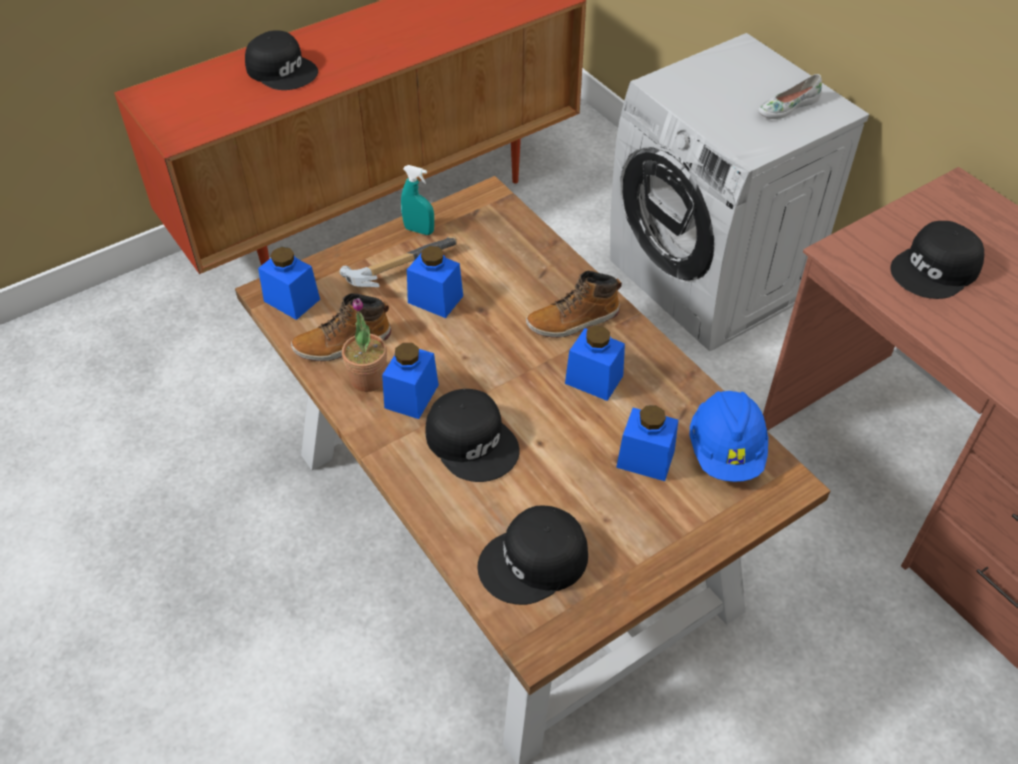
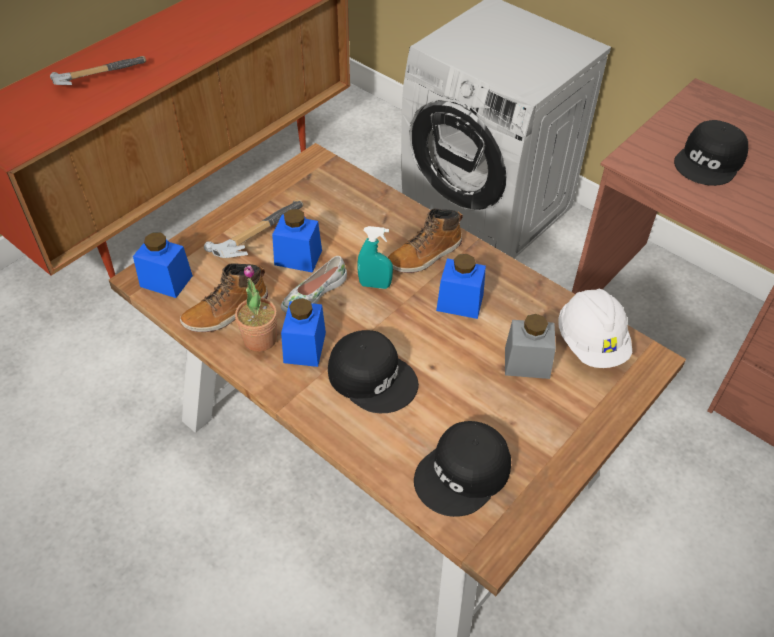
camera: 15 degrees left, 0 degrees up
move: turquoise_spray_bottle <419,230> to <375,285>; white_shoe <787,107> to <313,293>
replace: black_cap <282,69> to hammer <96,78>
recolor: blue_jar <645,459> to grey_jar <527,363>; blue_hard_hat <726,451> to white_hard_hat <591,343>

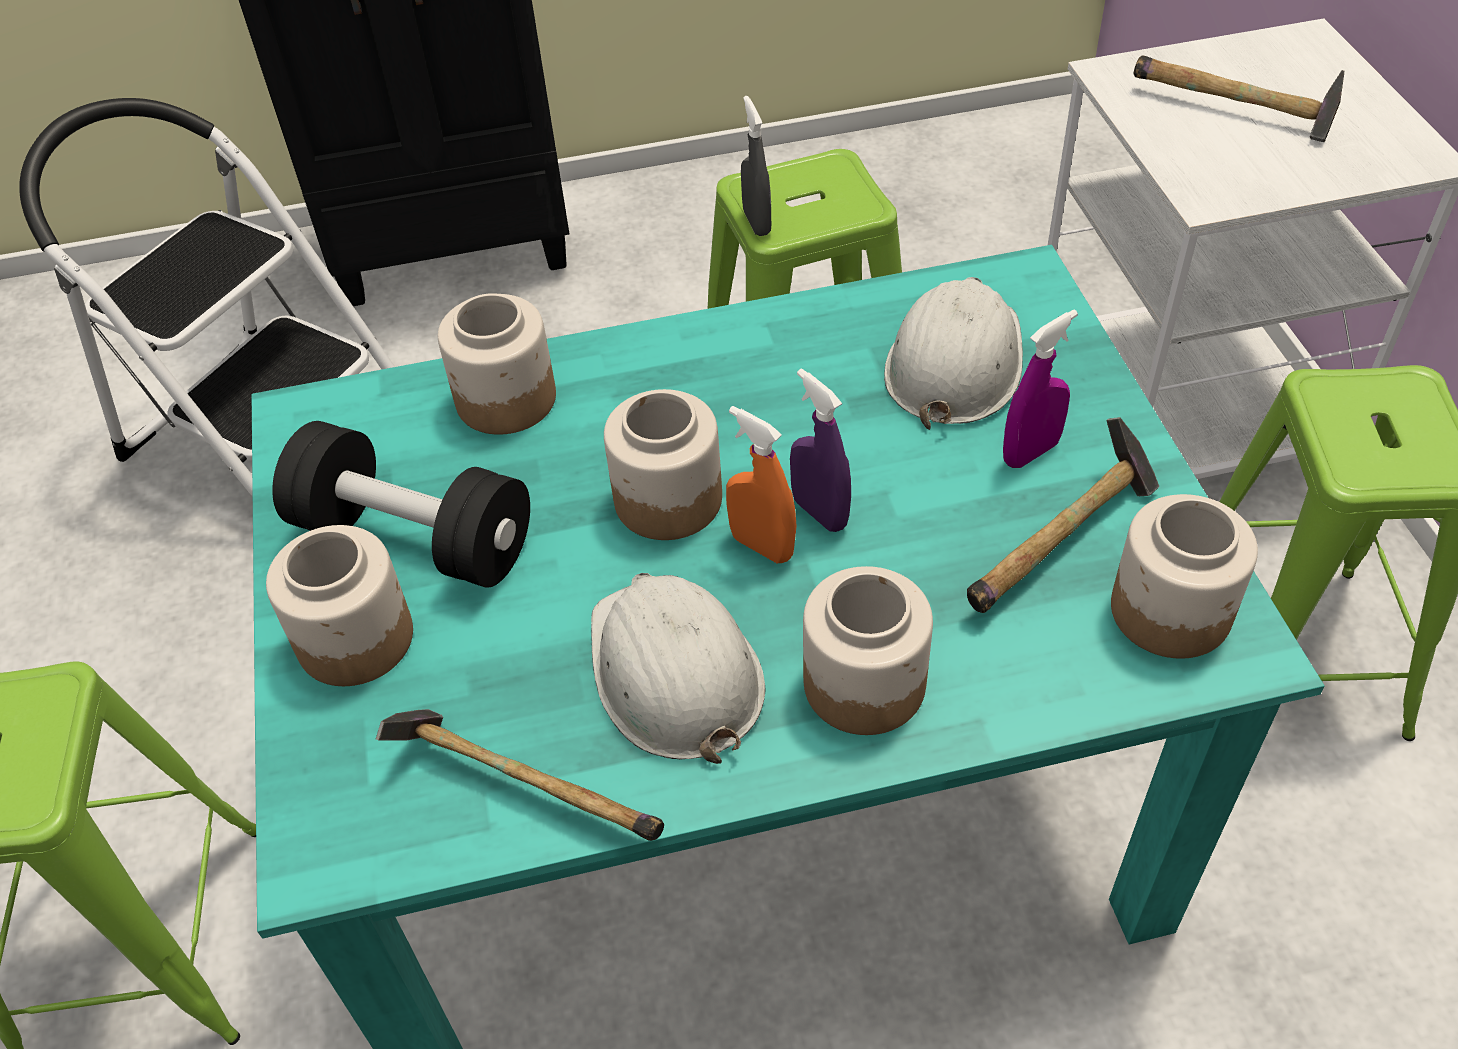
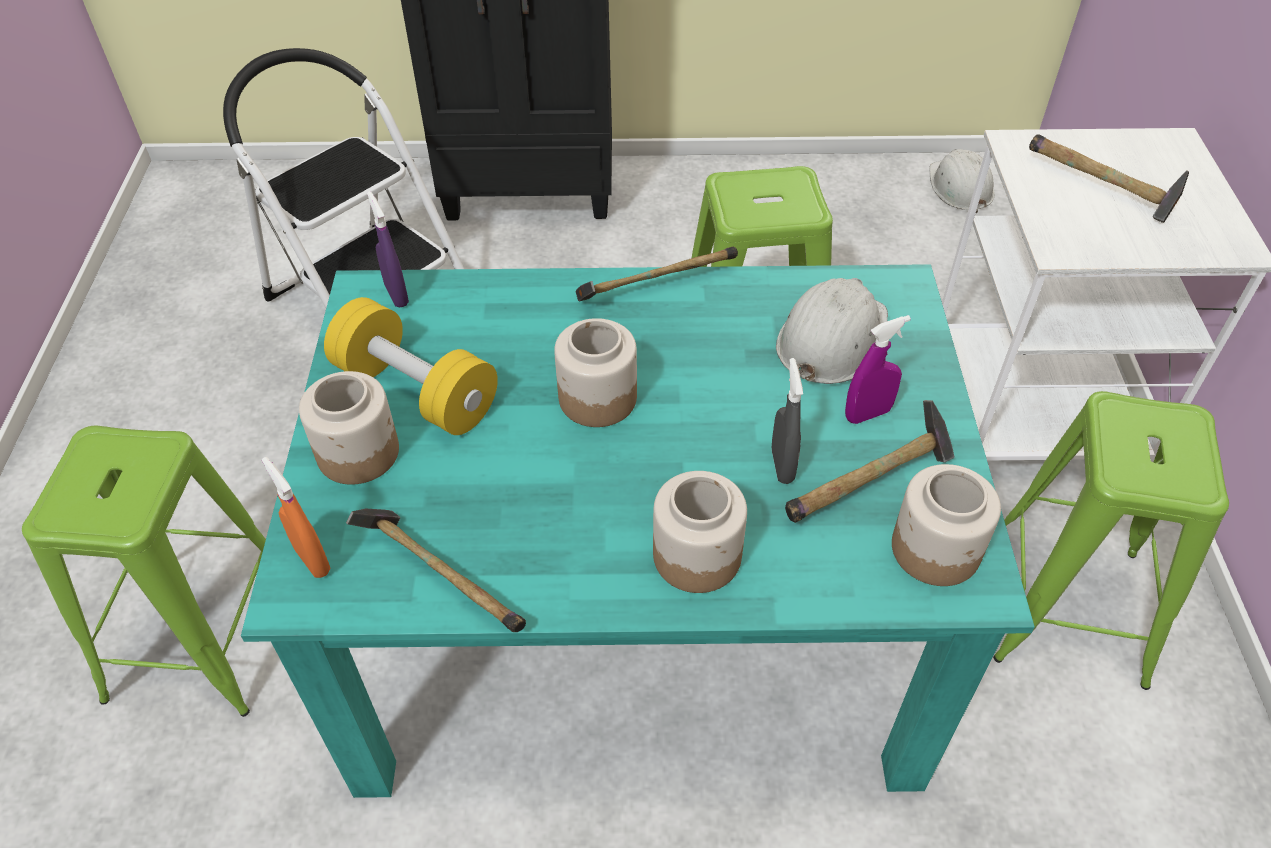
camera: 10 degrees right, 0 degrees up
delete: jar <506,400>
insert: hammer <653,288>
move: white_hard_hat <673,672> to <959,187>; orange_spray_bottle <762,546> to <312,560>; grey_spray_bottle <757,223> to <782,466>; purple_spray_bottle <819,513> to <396,295>
recolor: black_dumbbell <414,538> to yellow_dumbbell <416,391>

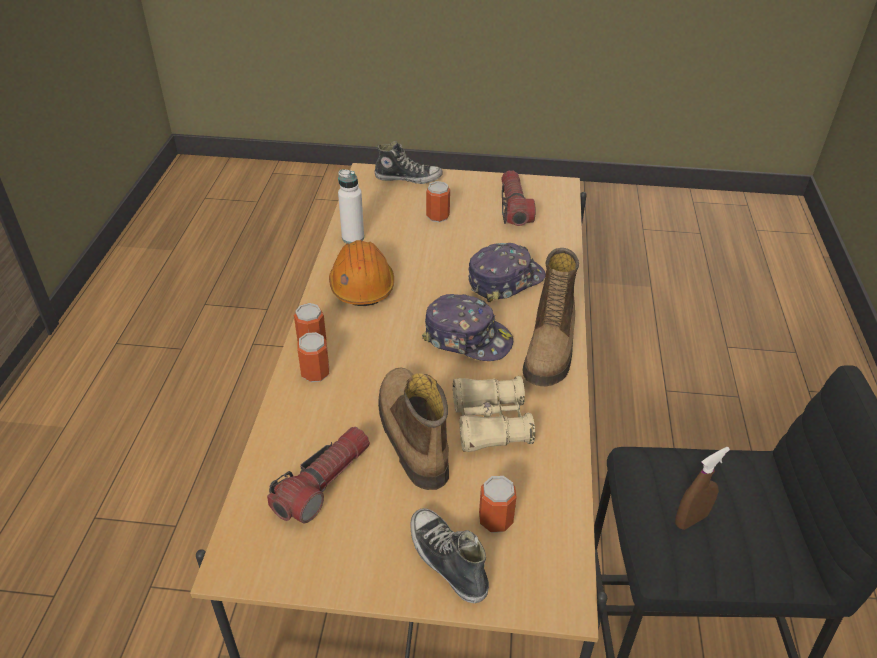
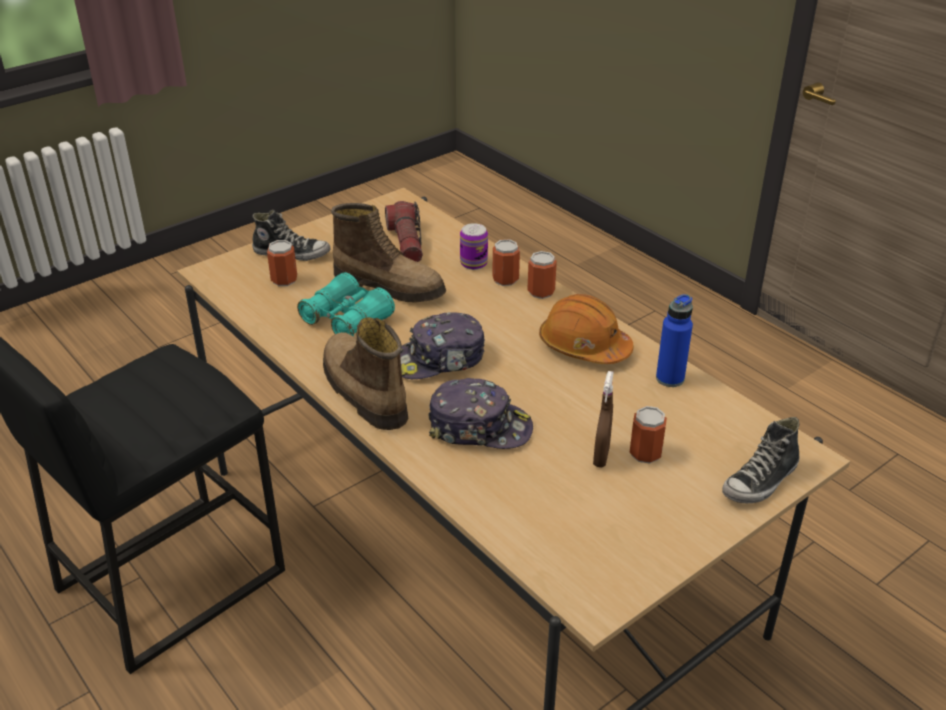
camera: 135 degrees right, 5 degrees down
delete: flashlight <514,207>
insert: can <473,263>
move: brown_spray_bottle <691,519> to <601,456>
recolor: white_bottle <353,238> to blue_bottle <670,378>; beige_binoculars <490,423> to turquoise_binoculars <347,319>
rotate: cap <505,280> = <479,427> 90 degrees counterclockwise

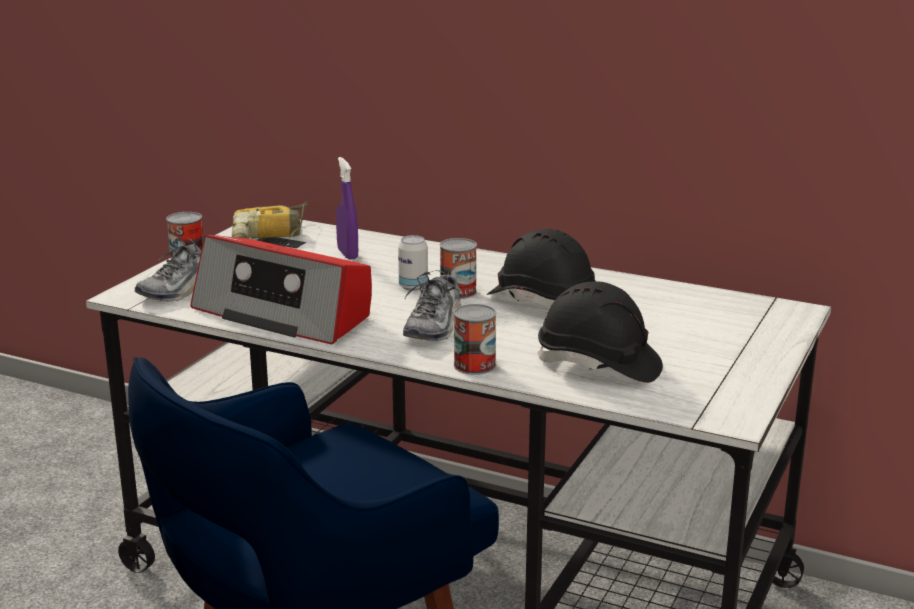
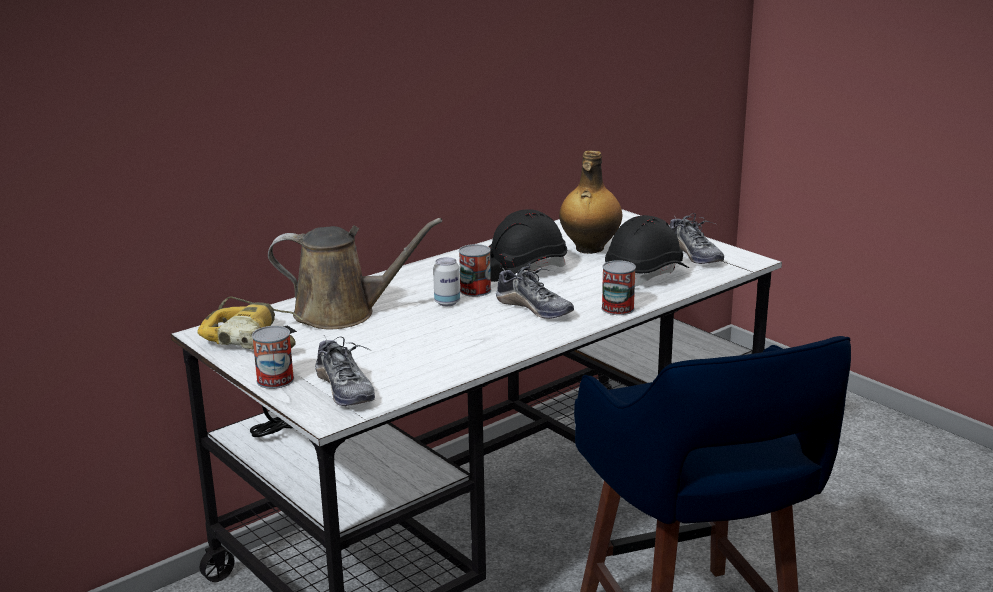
camera: 65 degrees left, 0 degrees up
delete: radio <284,313>
insert: bottle <589,249>; shoe <694,255>
replace: purple_spray_bottle <347,254> to brown_watering_can <343,313>

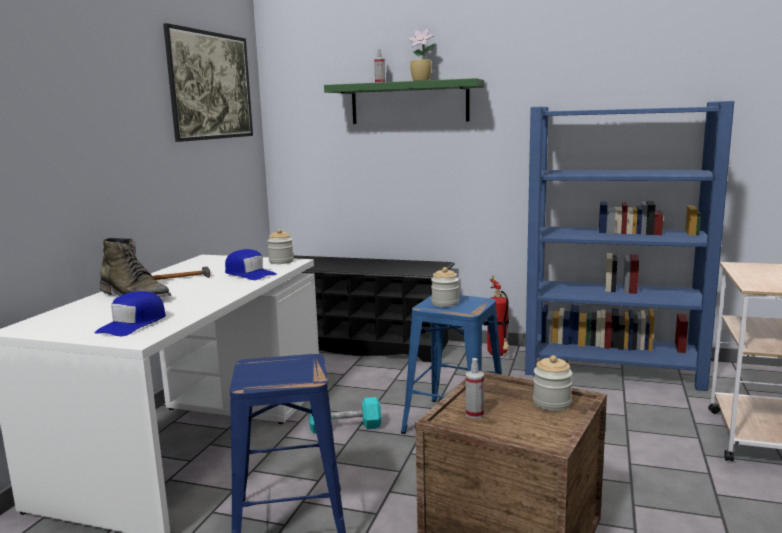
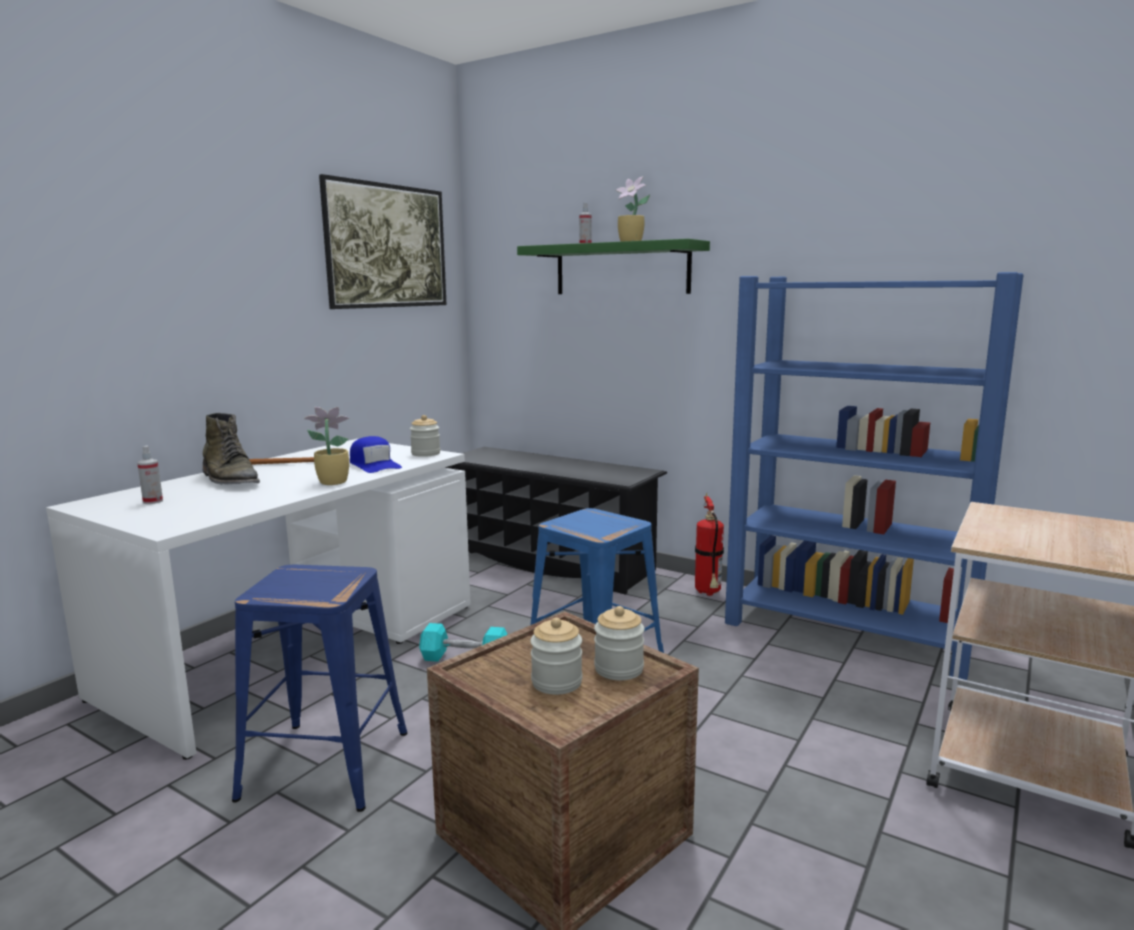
camera: 15 degrees right, 0 degrees up
delete: blue_cap <133,324>
insert: potted_plant <331,482>
move: jar <445,303> to <556,682>; spray_bottle <474,414> to <153,501>

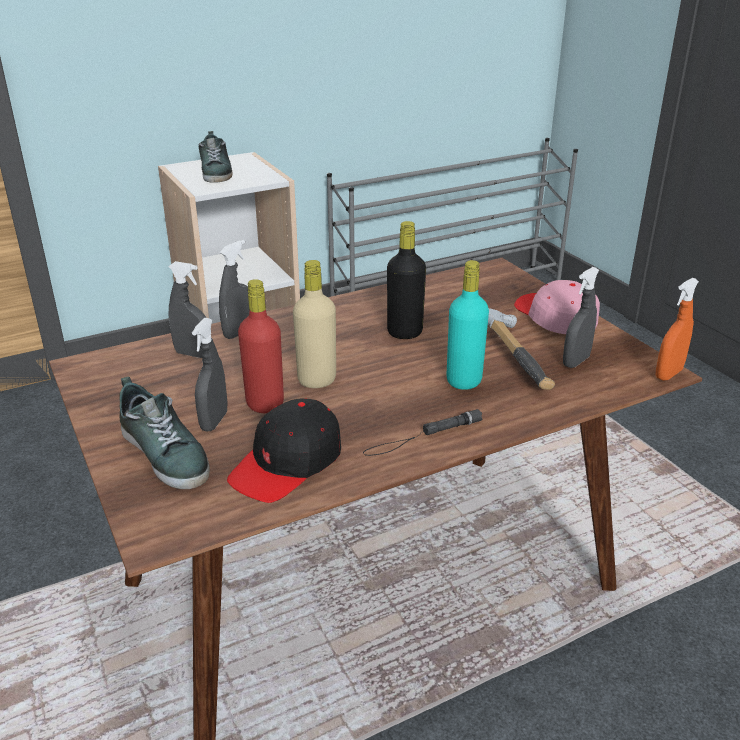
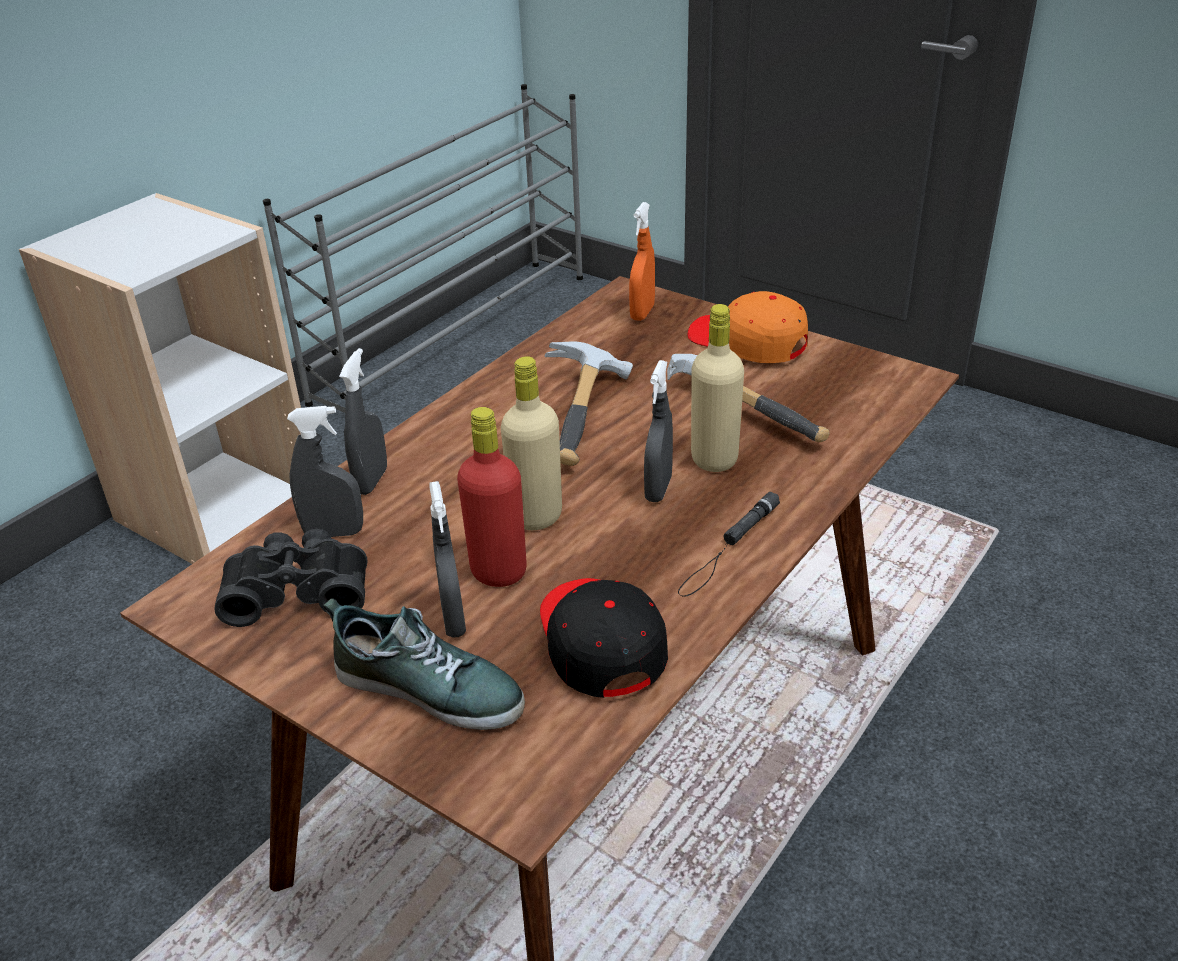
camera: 25 degrees left, 5 degrees up
delete: shoe <216,172>
insert: black_binoculars <298,590>
move: grey_spray_bottle <576,361> to <658,489>; orange_spray_bottle <668,374> to <642,313>
replace: black_bottle <404,332> to hammer <589,415>
recolor: turquoise_bottle <464,381> to beige_bottle <714,459>; pink_cap <555,317> to orange_cap <748,342>
rotate: black_cap <287,463> = <599,642> 150 degrees clockwise

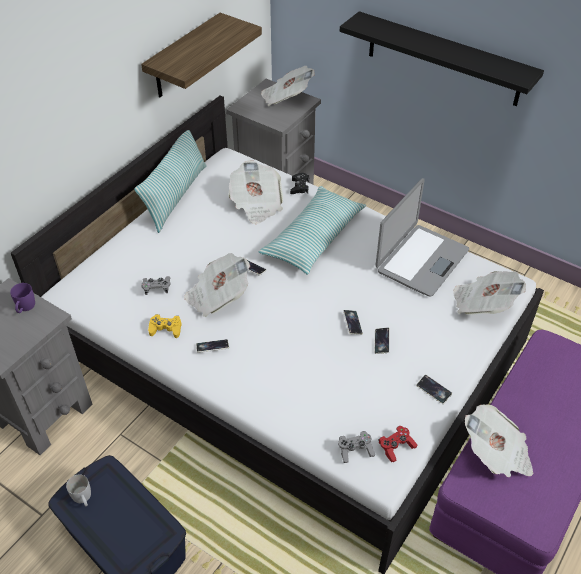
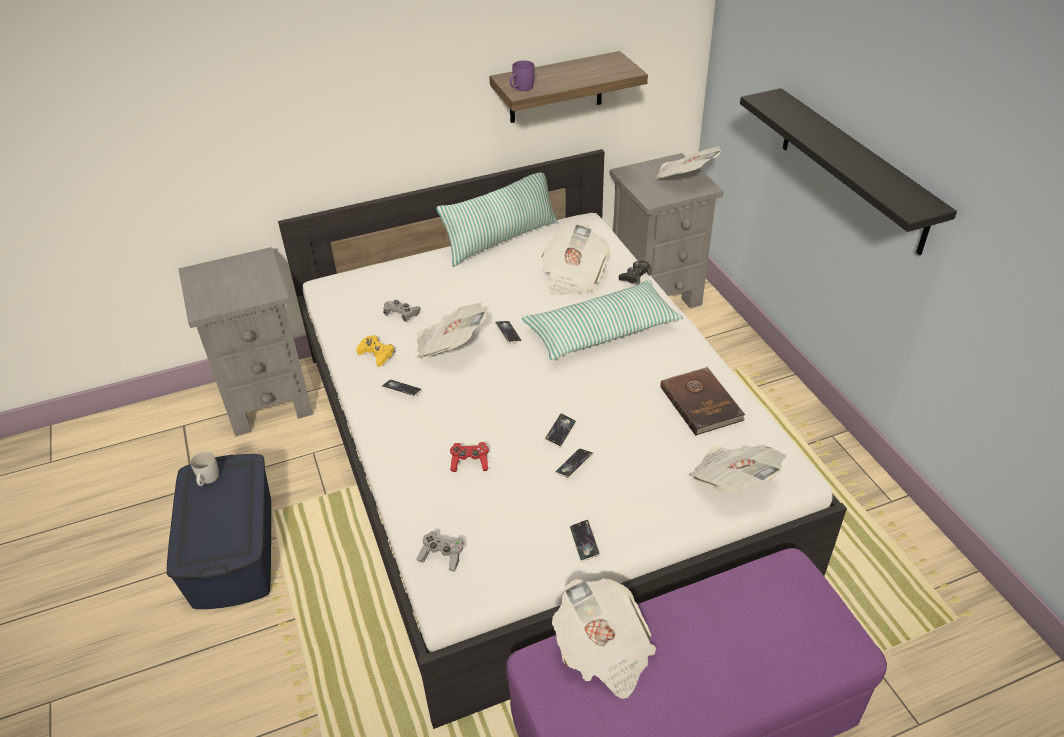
camera: 35 degrees right, 5 degrees down
move: purple_mug <25,308> to <521,89>; red_game_controller <396,447> to <470,462>
replace: laptop <421,260> to brown_book <701,402>

